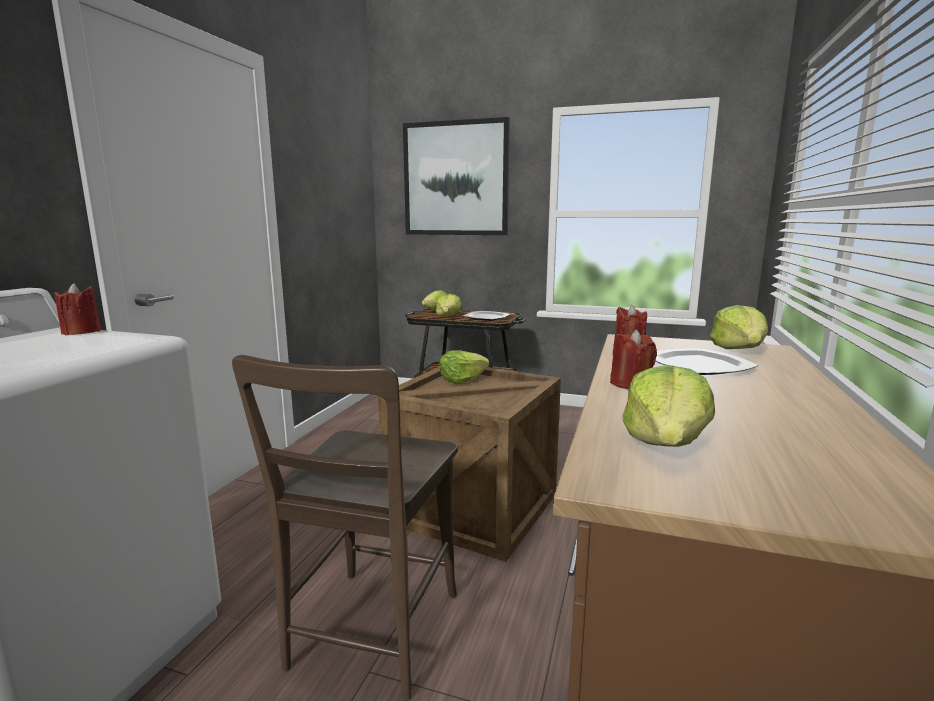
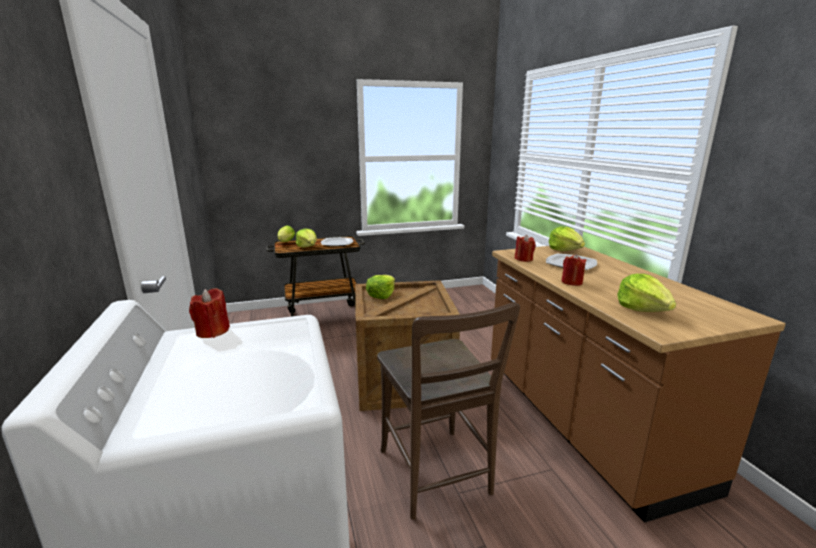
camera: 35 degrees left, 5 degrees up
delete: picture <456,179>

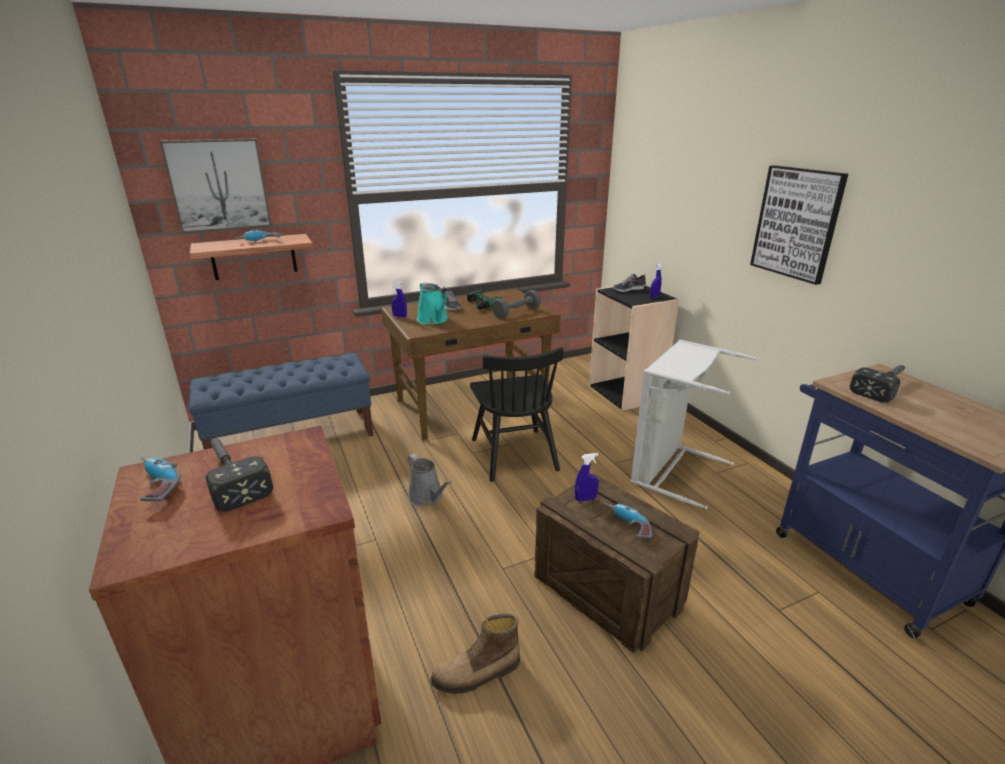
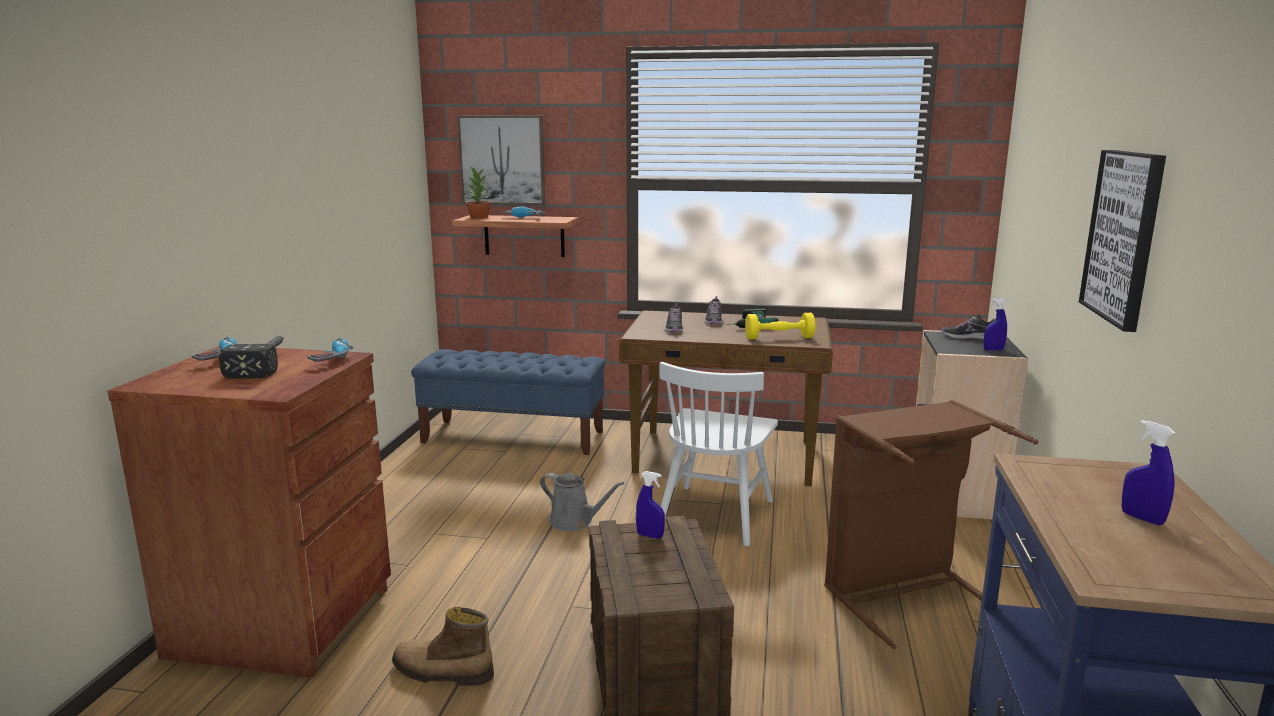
camera: 35 degrees right, 10 degrees down
delete: hammer <884,386>
insert: potted_plant <478,217>
move: blue_spray_bottle <399,316> to <1142,518>; power_drill <626,525> to <332,358>
replace: turquoise_watering_can <434,320> to shoe <674,328>
recolor: black_chair <514,454> to white_chair <715,514>; grey_dumbbell <516,313> to yellow_dumbbell <779,338>; grey_laundry_basket <671,470> to brown_laundry_basket <904,594>
rotate: grey_watering_can <427,497> = <574,522> 60 degrees counterclockwise

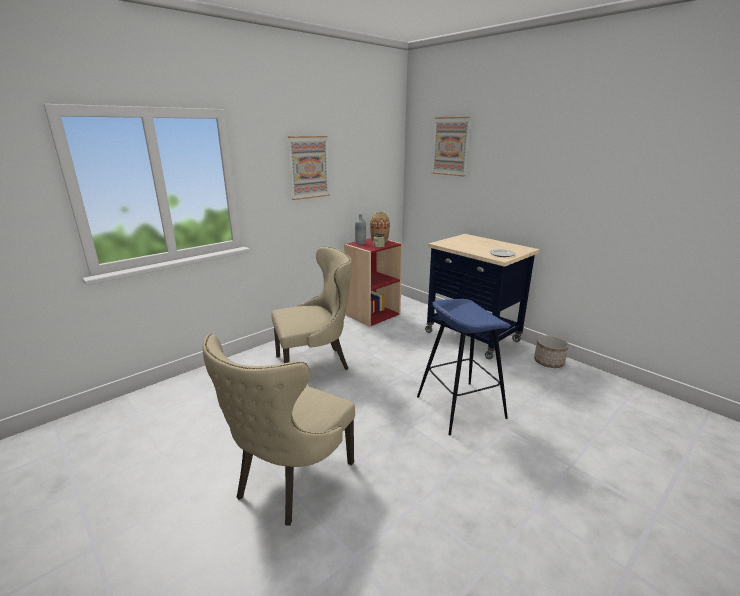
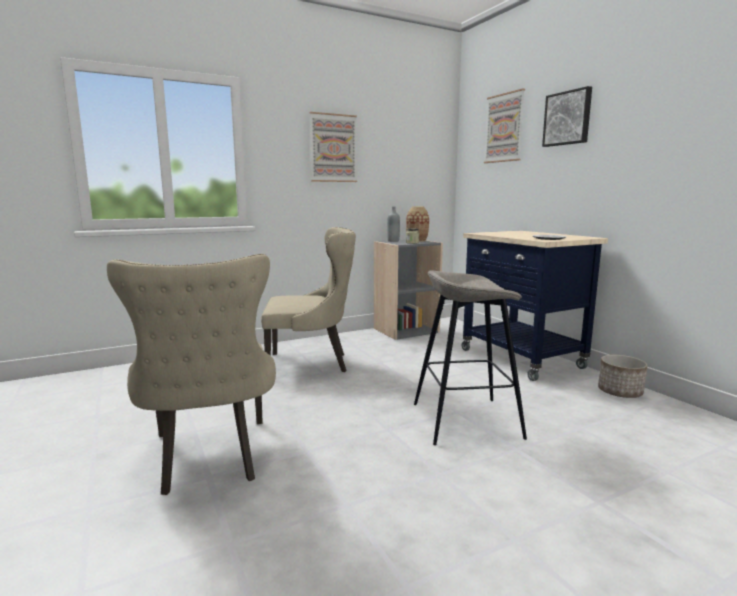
camera: 15 degrees right, 10 degrees down
insert: picture <568,118>
recolor: red_bookcase <373,314> to grey_bookcase <406,330>; blue_stool <459,407> to grey_stool <465,420>
rotate: beige_chair <290,480> = <210,457> 60 degrees counterclockwise

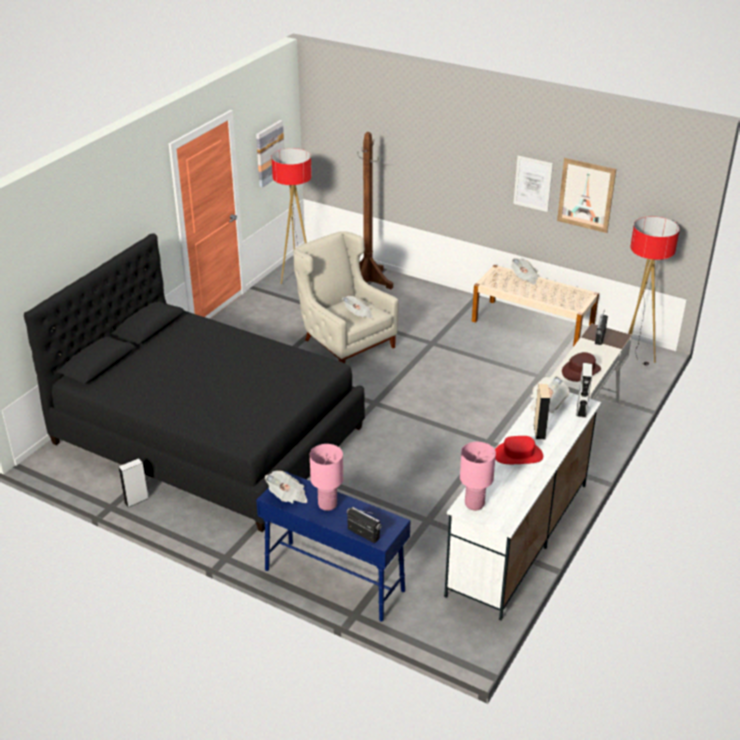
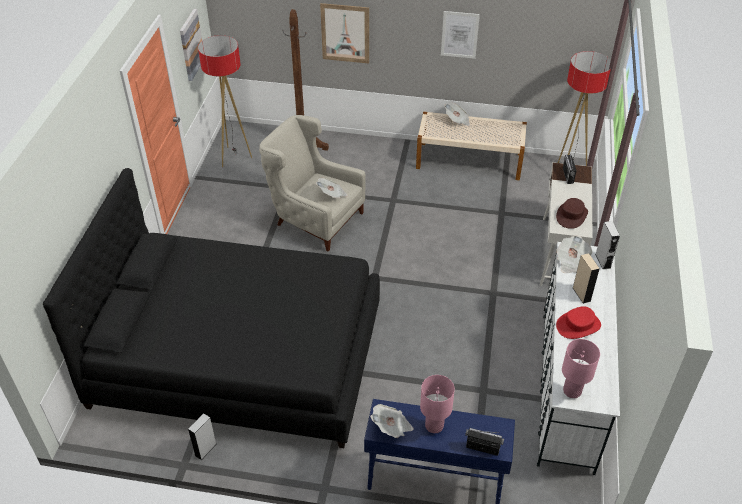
camera: 20 degrees left, 10 degrees up
move: picture <586,195> to <345,33>

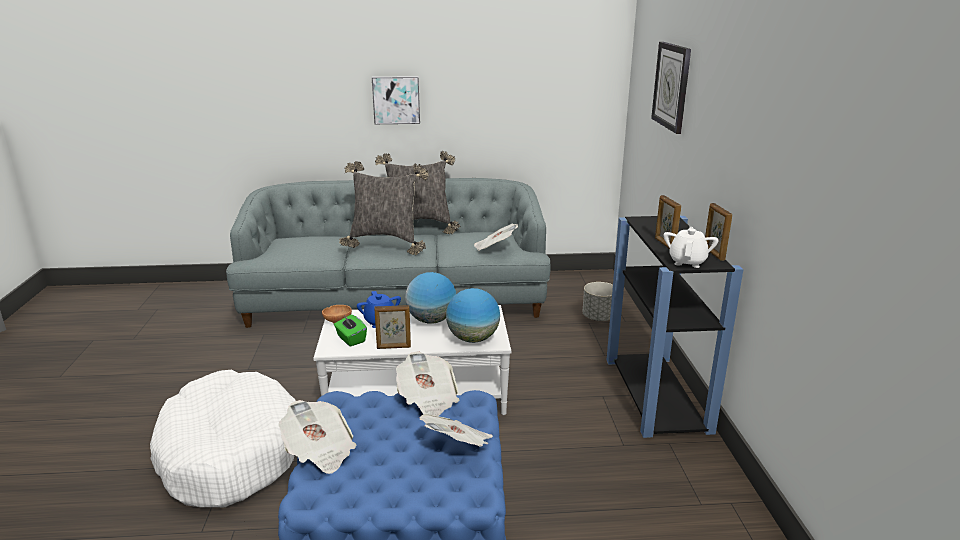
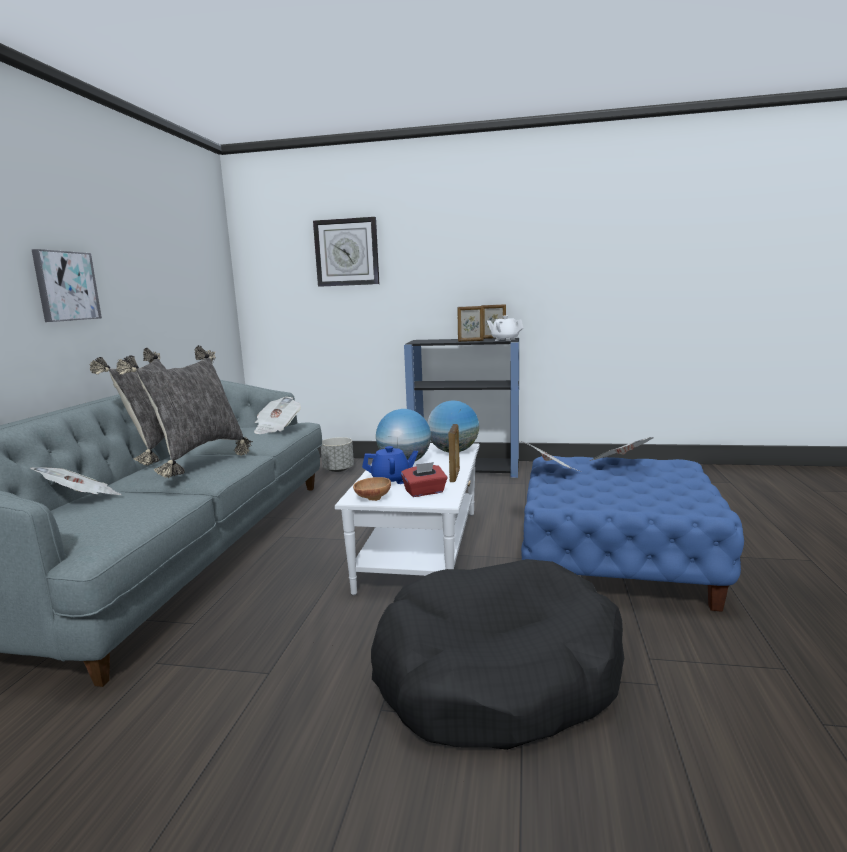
camera: 75 degrees left, 10 degrees down
move: newspaper <320,451> to <82,499>
recolor: white_dog_bed <229,453> to black_dog_bed <497,675>; green_tissue_box <351,339> to red_tissue_box <425,492>

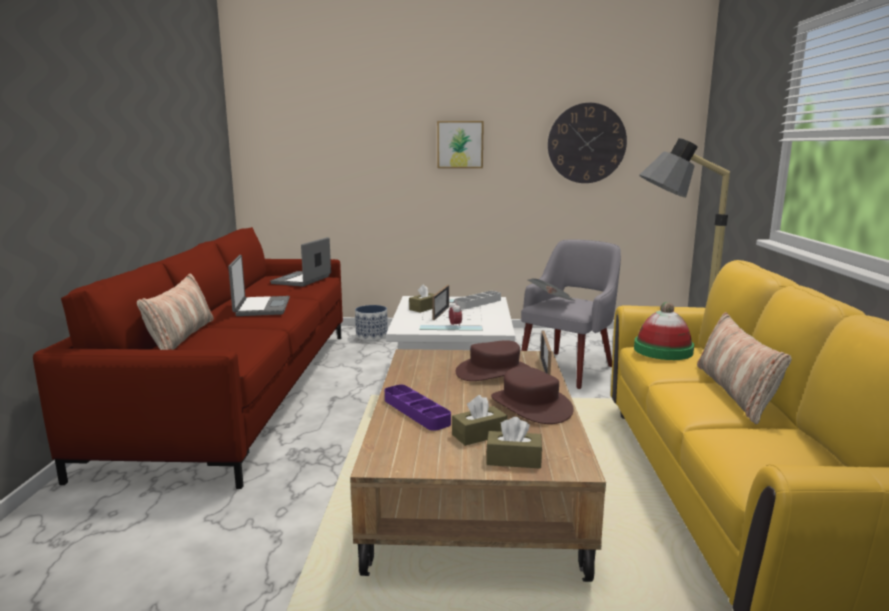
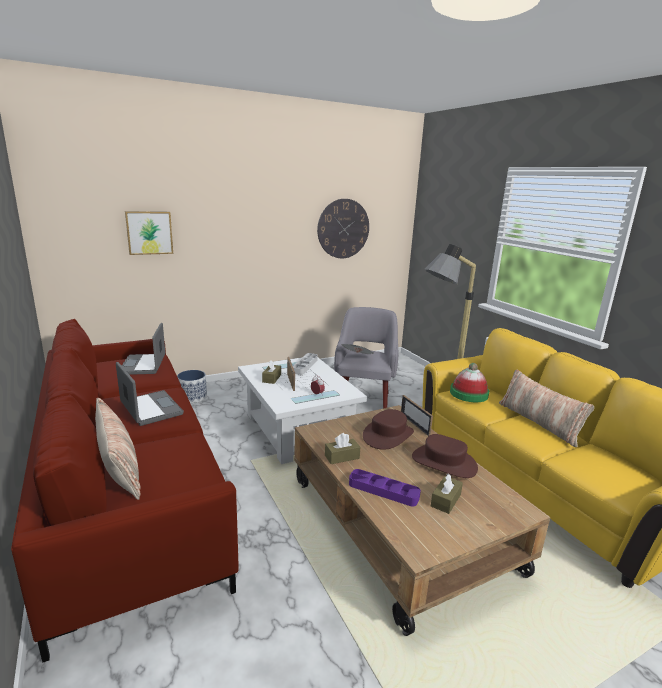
camera: 30 degrees left, 5 degrees up
move: picture <460,144> to <149,232>; brown_tissue_box <513,460> to <342,457>

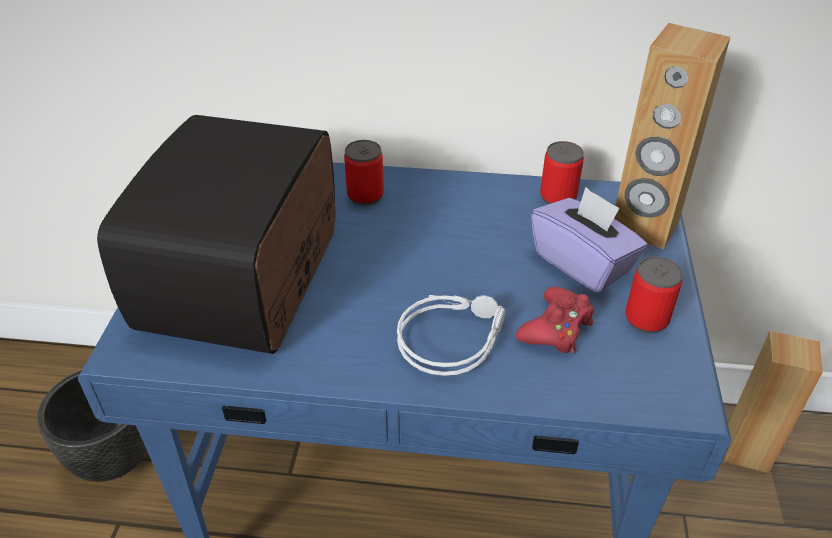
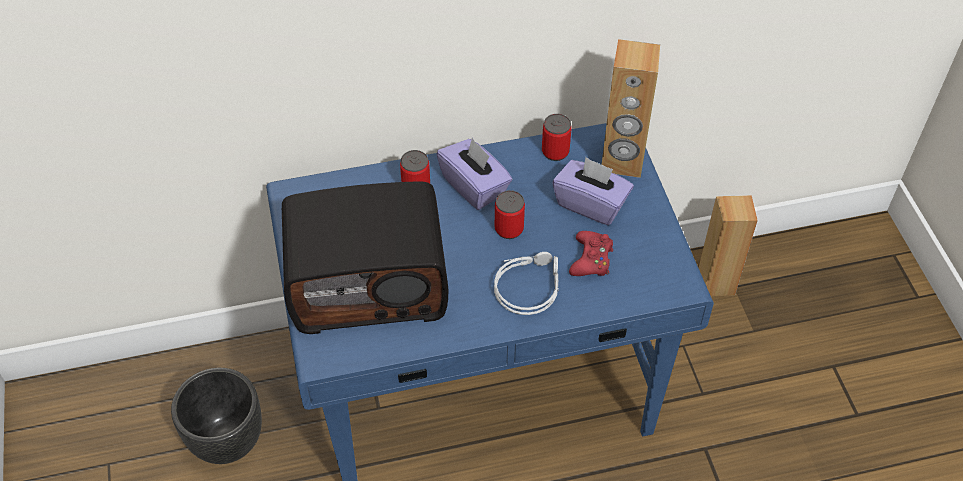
camera: 20 degrees left, 10 degrees up
insert: purple_tissue_box <474,186>
move: can <646,319> to <509,229>
rotate: radio <246,279> = <369,283> 90 degrees counterclockwise

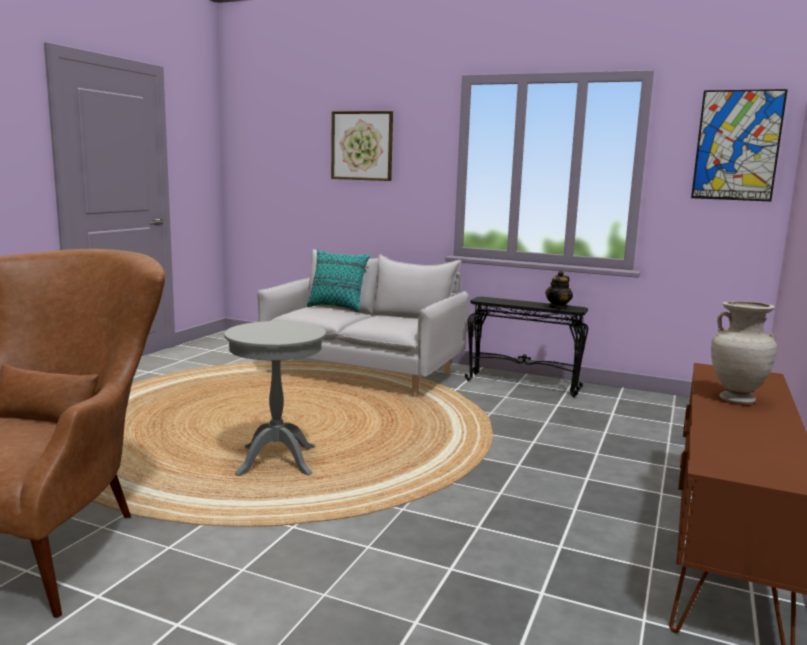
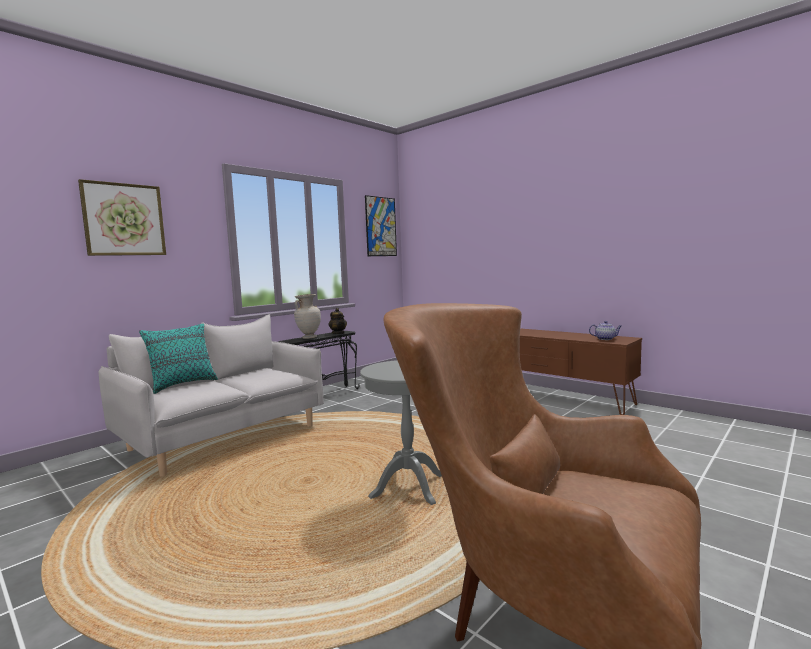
camera: 70 degrees left, 5 degrees down
insert: teapot <605,339>
move: beige_vase <736,399> to <309,338>

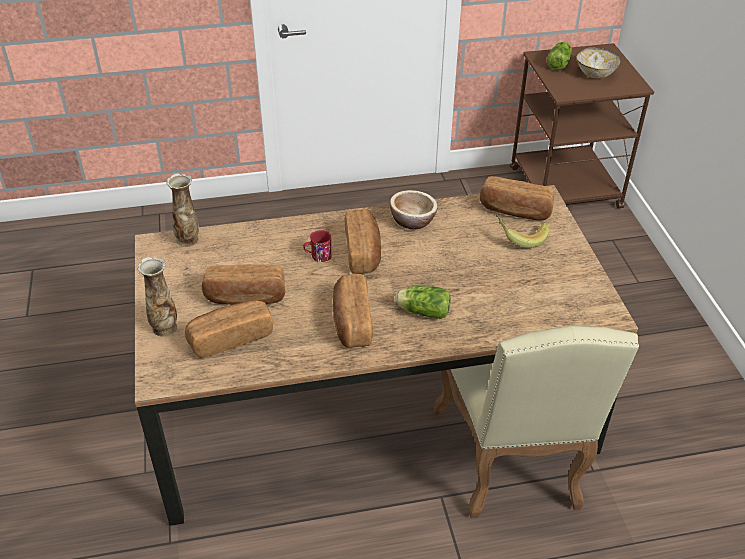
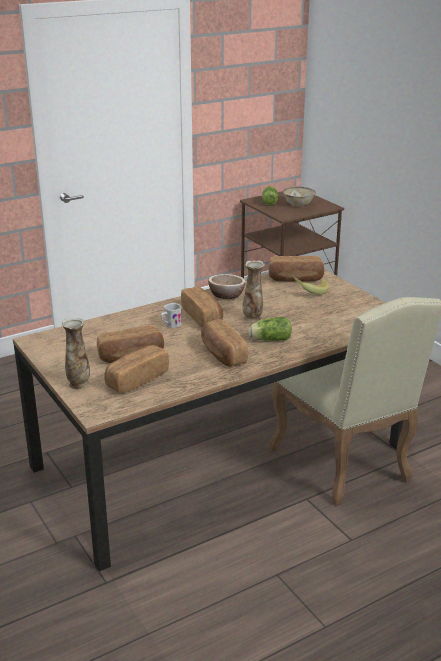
camera: 20 degrees left, 15 degrees down
move: vase <188,240> to <252,318>
recolor: red_mug <317,256> to white_mug <170,325>

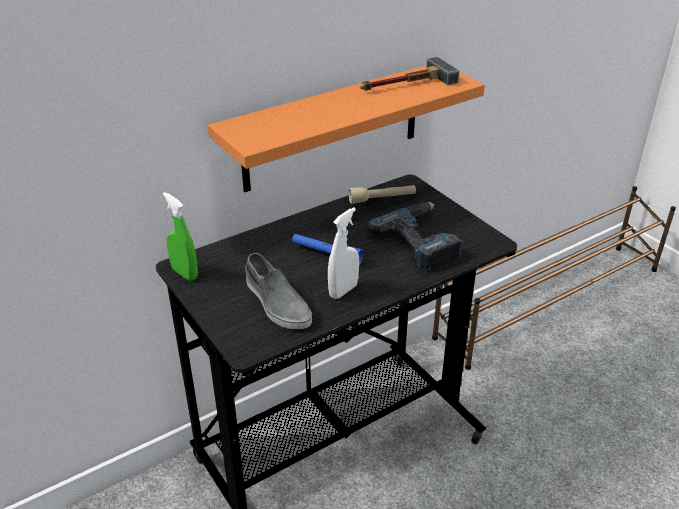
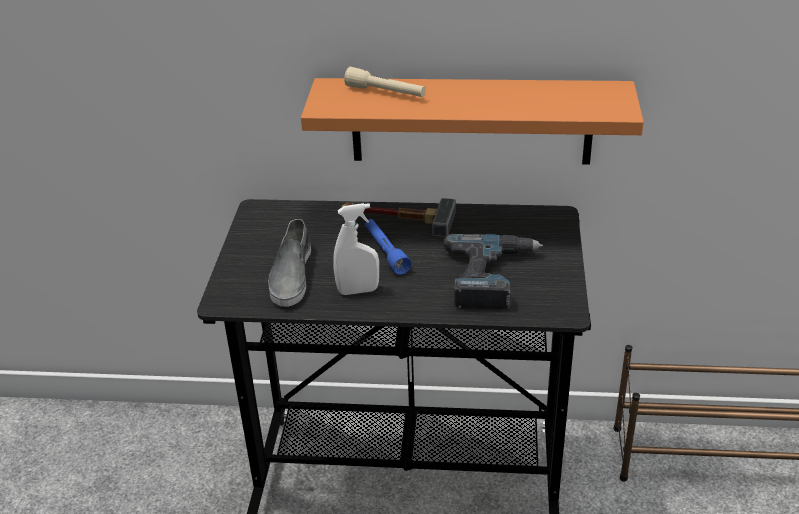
camera: 40 degrees right, 0 degrees up
delete: green_spray_bottle <184,273>
move: beige_flashlight <382,199> to <386,93>; hammer <404,84> to <396,218>

